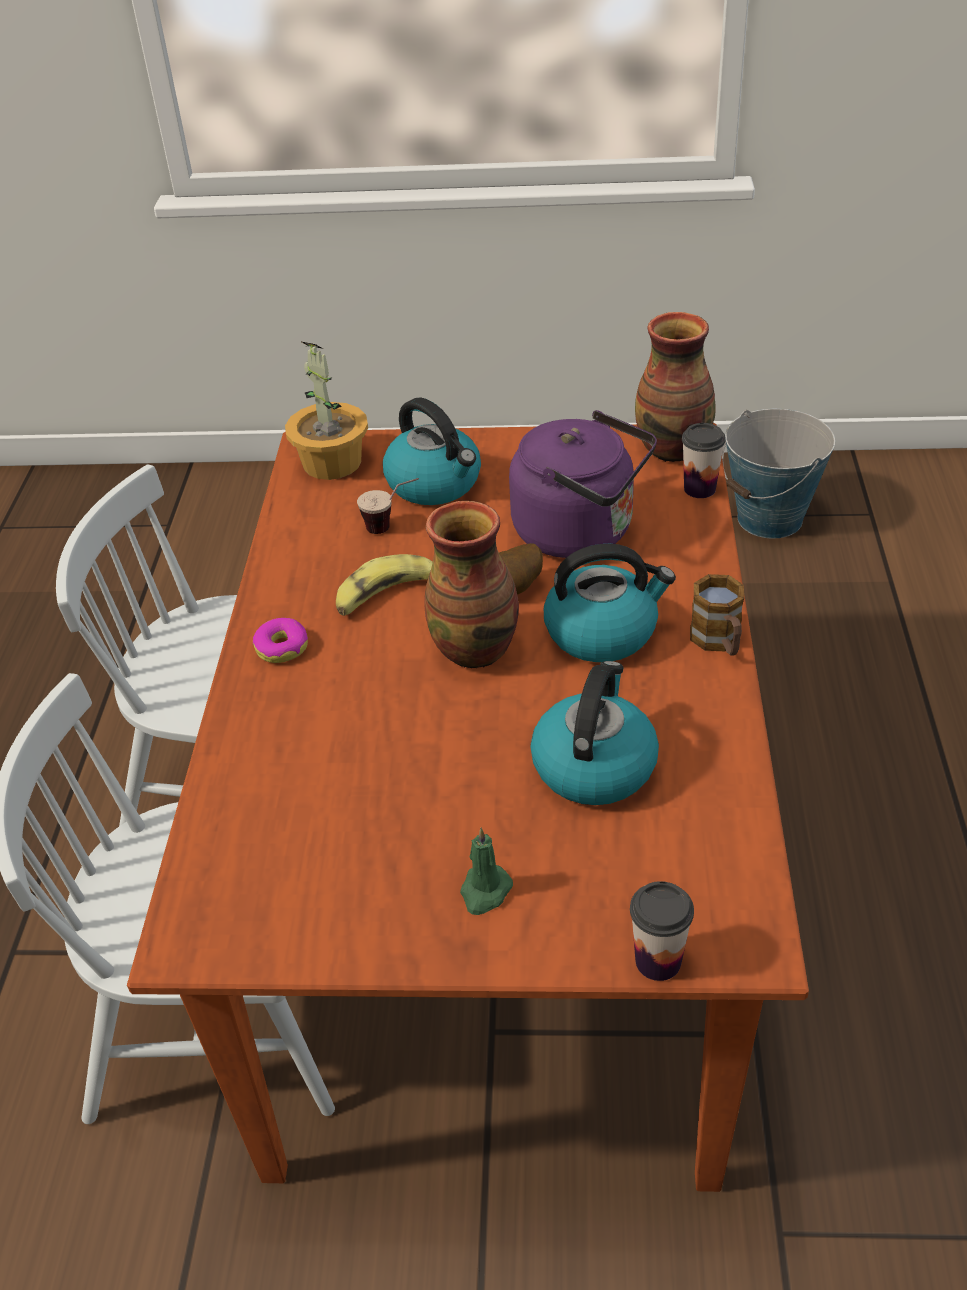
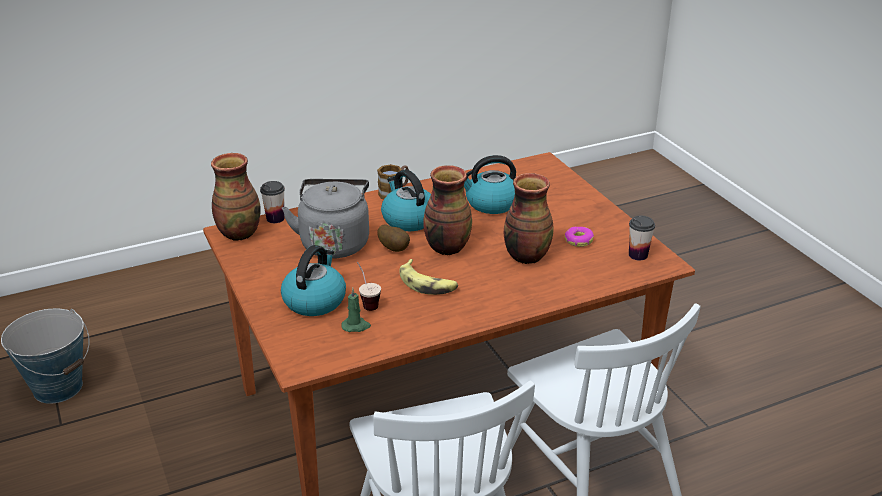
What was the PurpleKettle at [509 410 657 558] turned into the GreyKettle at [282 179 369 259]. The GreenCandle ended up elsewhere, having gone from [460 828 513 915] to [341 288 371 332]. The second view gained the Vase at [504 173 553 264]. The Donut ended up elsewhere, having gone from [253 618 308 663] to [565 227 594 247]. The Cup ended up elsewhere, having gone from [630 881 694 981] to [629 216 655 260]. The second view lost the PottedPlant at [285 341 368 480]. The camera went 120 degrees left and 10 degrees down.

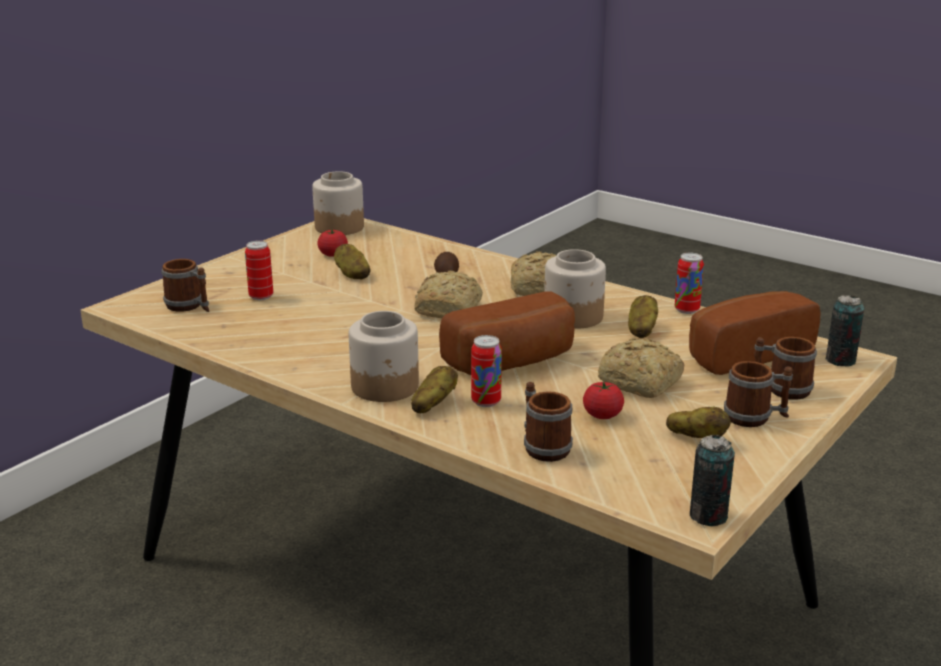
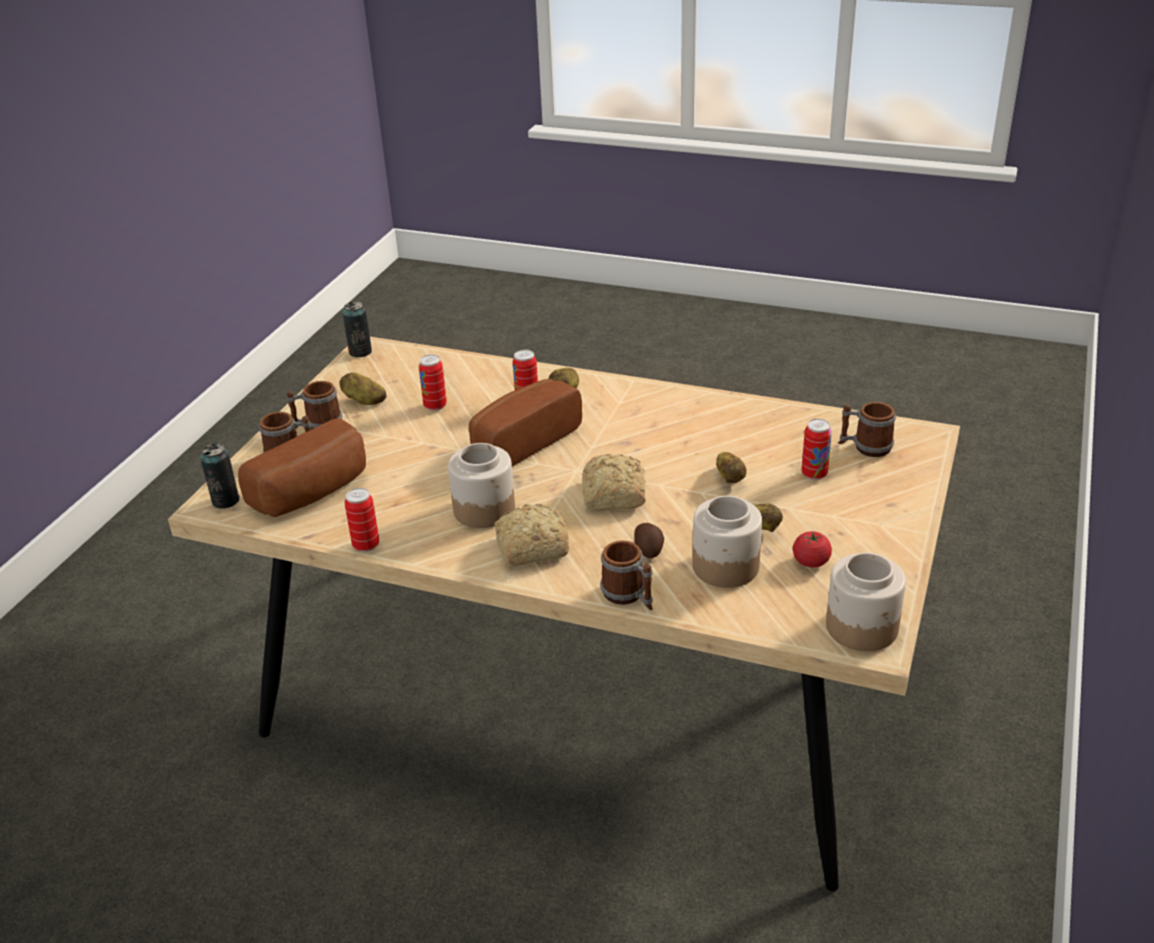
Where the Tomato stood at [583 381 624 419], the Can came to stand at [419 355 447 411]. The Mug ended up elsewhere, having gone from [524 382 573 462] to [600 540 653 610]. The Jar ended up elsewhere, having gone from [349 311 419 402] to [692 496 762 588]. The Potato ended up elsewhere, having gone from [628 295 658 338] to [716 452 747 484]. The second view lost the Bread at [598 338 684 398]. The camera went 165 degrees right and 10 degrees up.

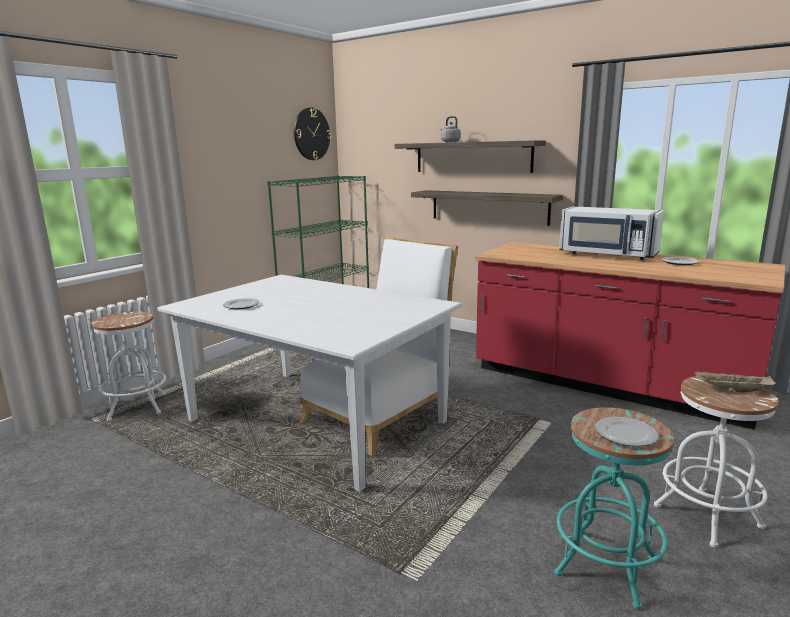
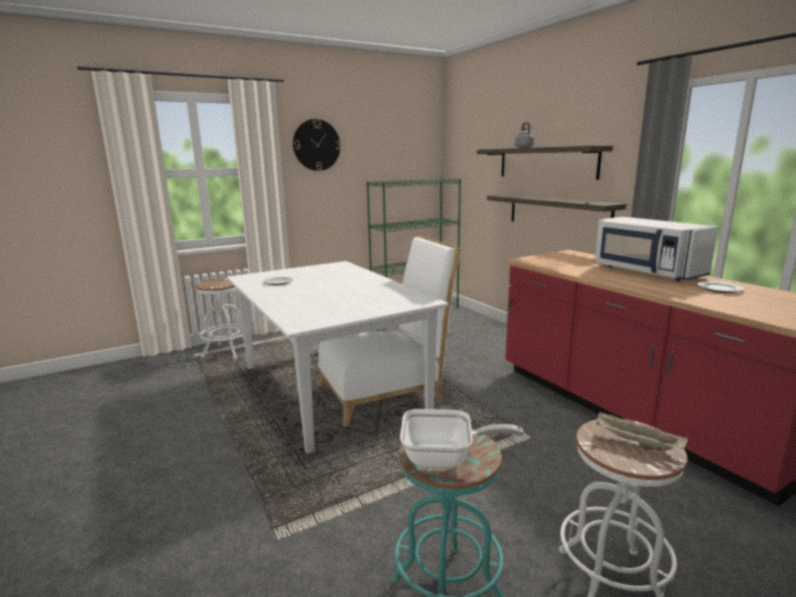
The WallClock ended up elsewhere, having gone from [294 108 331 160] to [293 119 341 171]. Where the Plate stood at [595 417 658 446], the FryingPan came to stand at [400 409 524 468]. The camera went 25 degrees right and 0 degrees up.

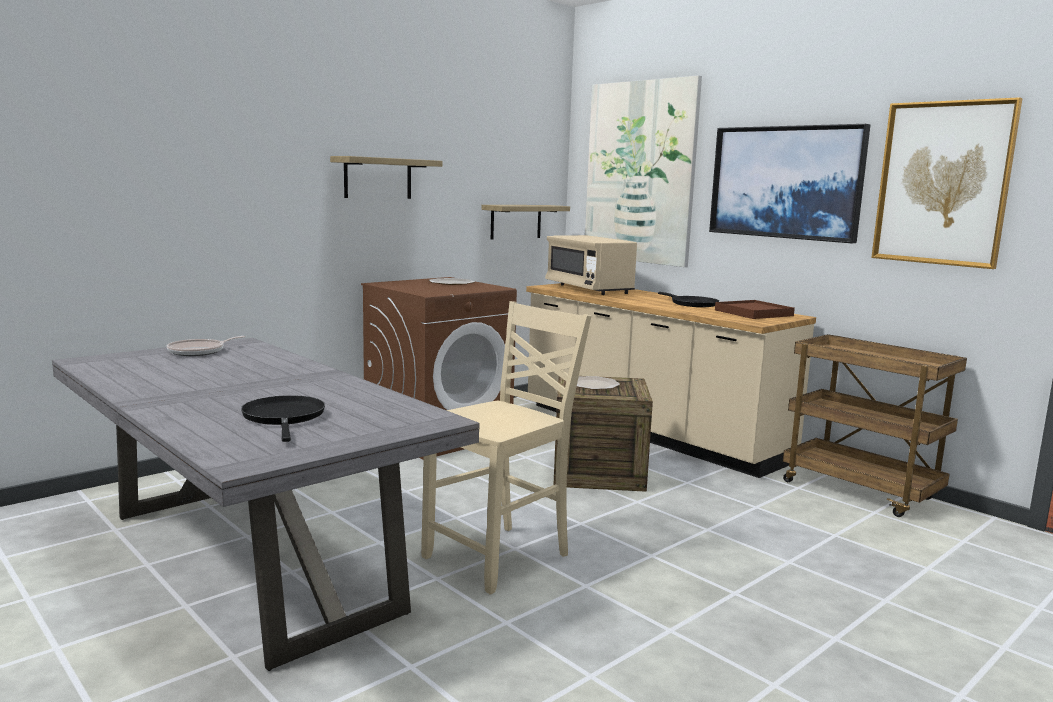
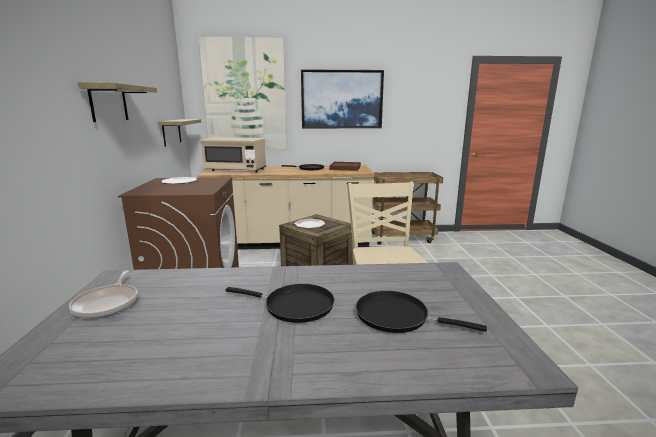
The second view gained the BlackFryingPan at [225 284 334 323]. The second view lost the Picture at [871 97 1022 269]. The camera went 50 degrees left and 5 degrees up.

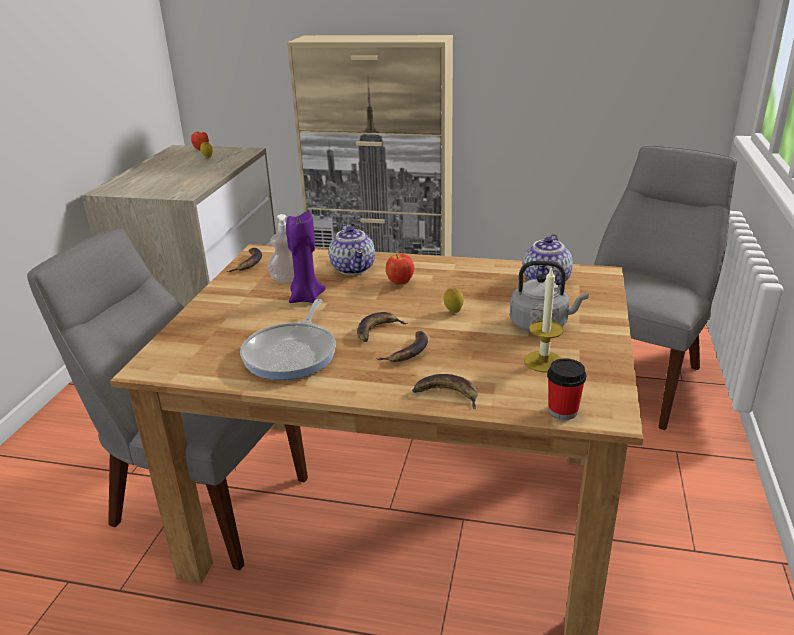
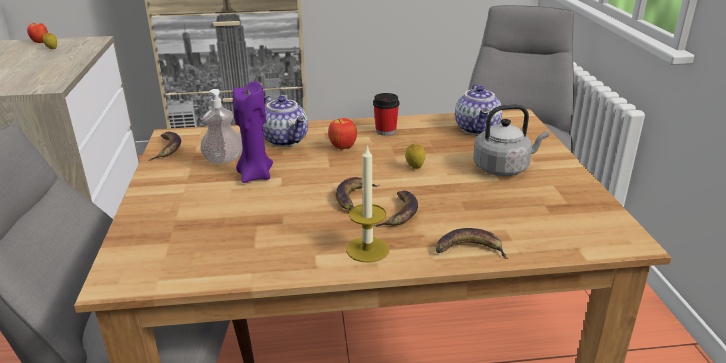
The Candle ended up elsewhere, having gone from [524 266 564 373] to [346 146 389 262]. The Cup ended up elsewhere, having gone from [547 358 586 420] to [373 93 400 136]. The second view lost the FryingPan at [240 299 336 380]. The camera went 20 degrees left and 0 degrees up.

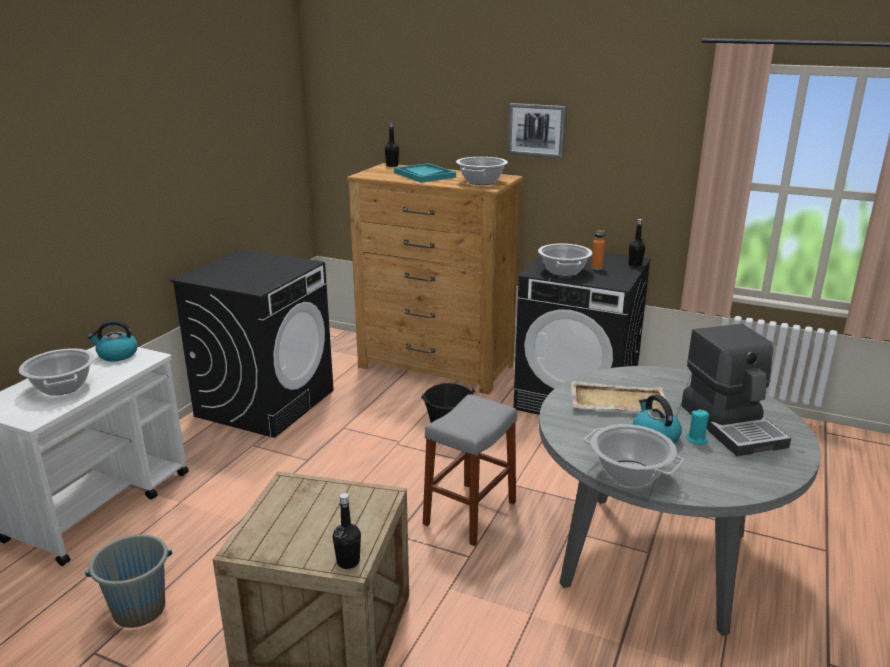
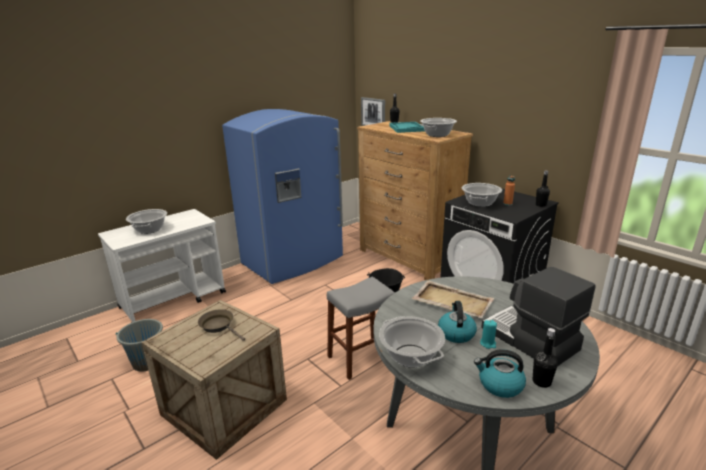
The second view gained the BrownFryingPan at [198 309 245 341]. Where the BlackWashingMachine stood at [170 249 334 438], the BlueFridge came to stand at [222 109 343 284]. The Picture ended up elsewhere, having gone from [508 103 566 158] to [361 97 385 126]. The Kettle ended up elsewhere, having gone from [87 320 138 361] to [474 349 526 398]. The CoffeeMachine at [681 324 791 456] ended up facing another way, 135 degrees clockwise from before. The BlackBottle ended up elsewhere, having gone from [333 493 361 569] to [533 328 558 388]. The camera went 25 degrees right and 0 degrees up.

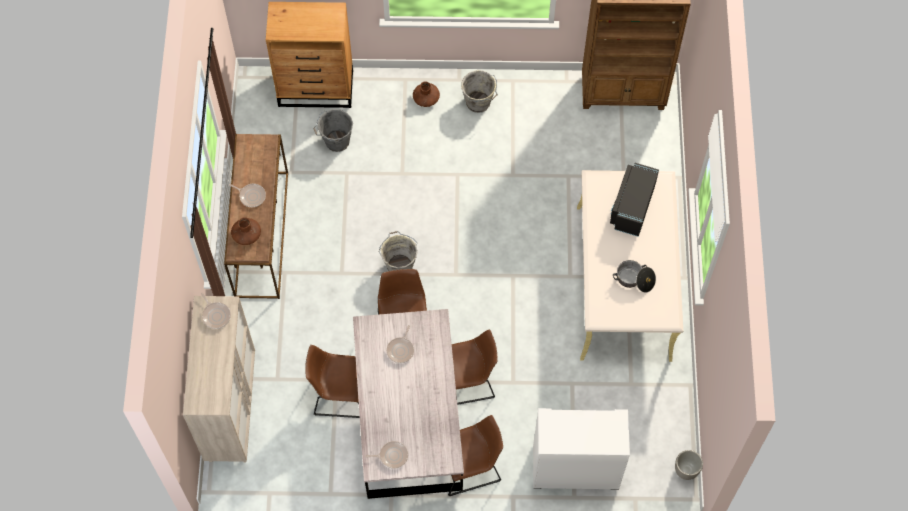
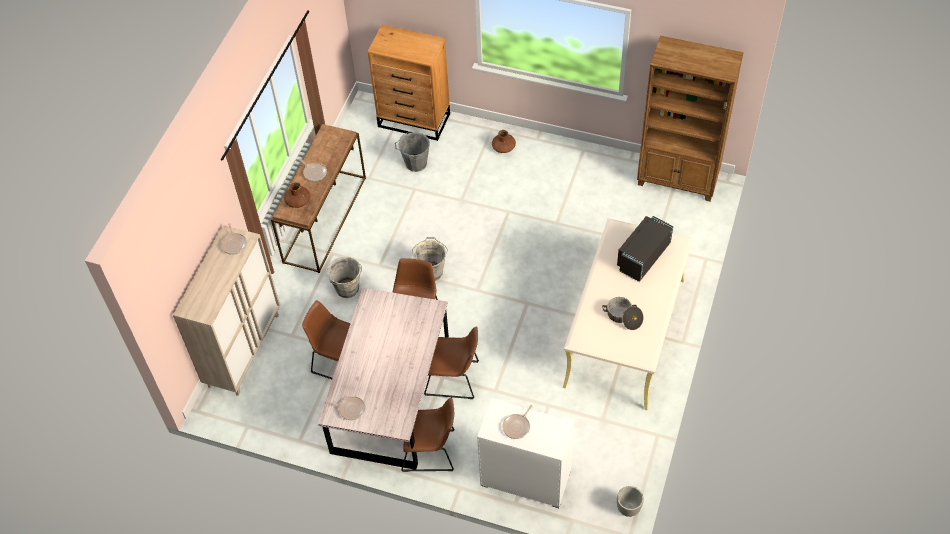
The GreyBucket ended up elsewhere, having gone from [461 70 498 113] to [327 257 362 298]. The FryingPan ended up elsewhere, having gone from [387 325 414 363] to [502 405 533 439]. The camera went 20 degrees right and 10 degrees down.

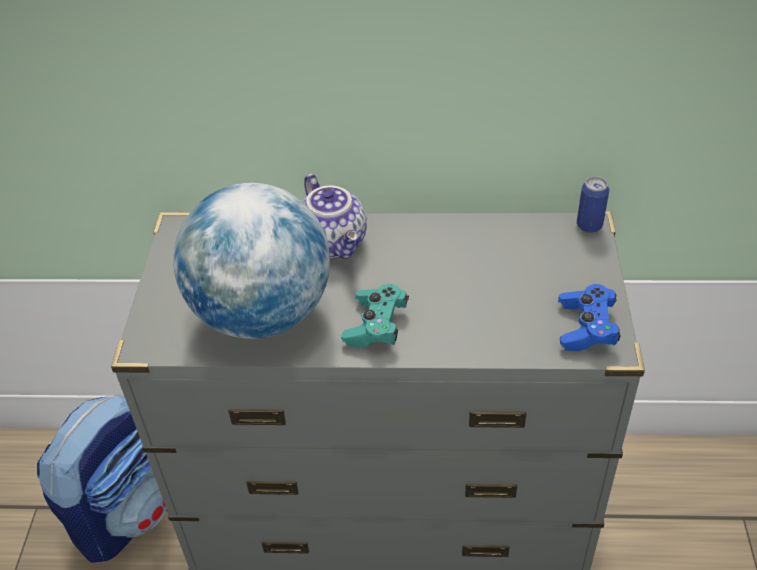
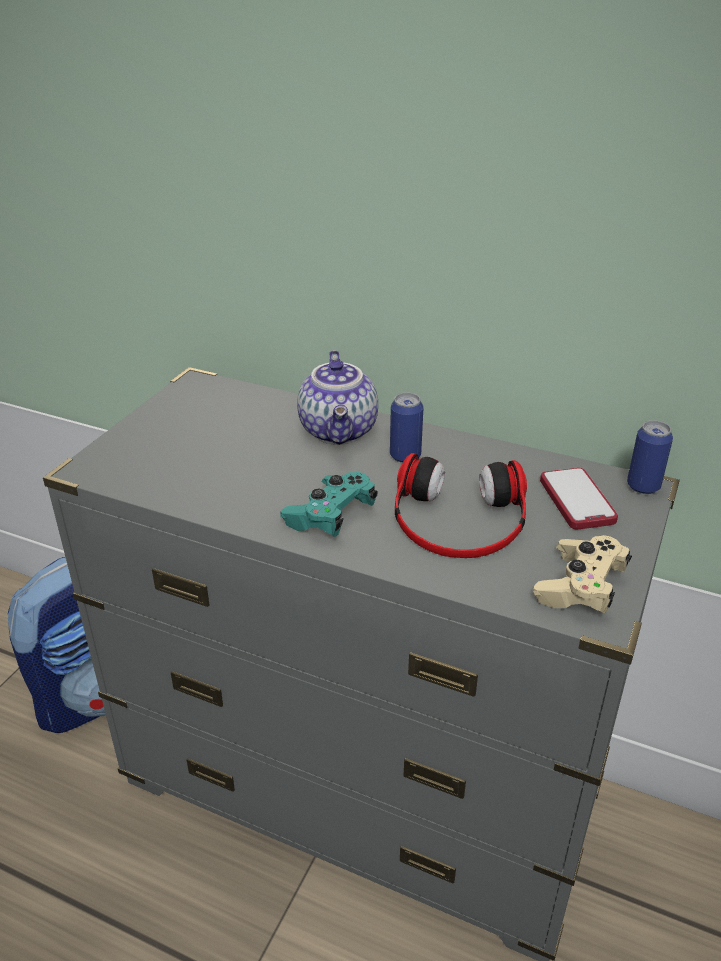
The second view gained the Can at [390 392 424 463]. The second view gained the Headphones at [395 453 527 558]. What was the BlueGameController at [558 284 621 351] turned into the BeigeGameController at [533 535 632 613]. The second view gained the Phone at [540 468 618 530]. The second view lost the Globe at [173 183 330 339]. The camera went 20 degrees right and 10 degrees down.

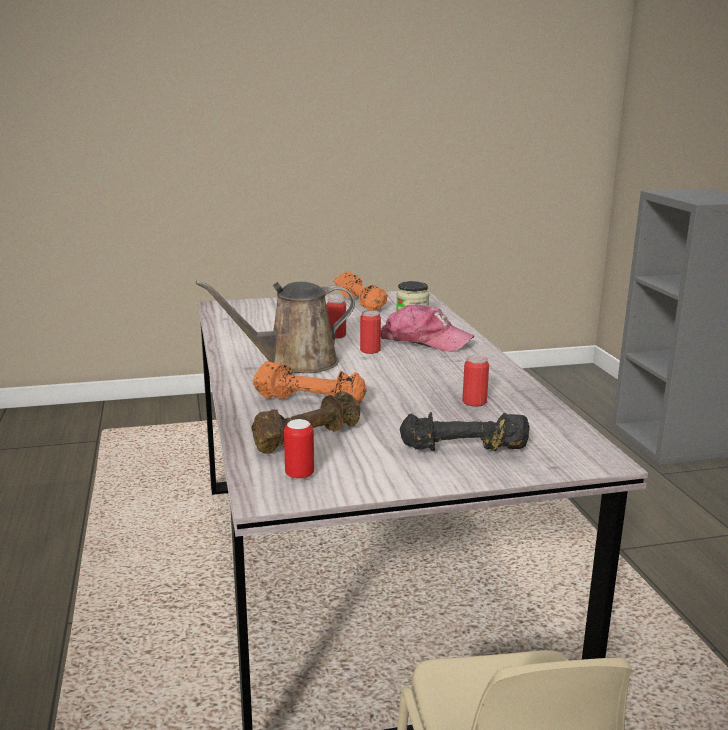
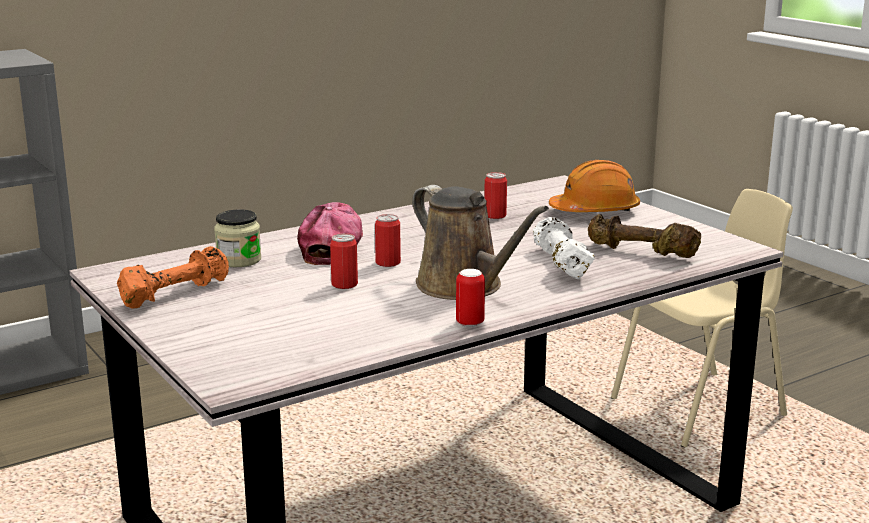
The Can ended up elsewhere, having gone from [284 419 314 480] to [456 269 485 327]. What was the OrangeDumbbell at [253 361 367 404] turned into the WhiteDumbbell at [533 217 595 279]. Where the BlackDumbbell stood at [399 412 530 451], the OrangeHardHat came to stand at [549 160 640 212]. The camera went 110 degrees left and 0 degrees up.

